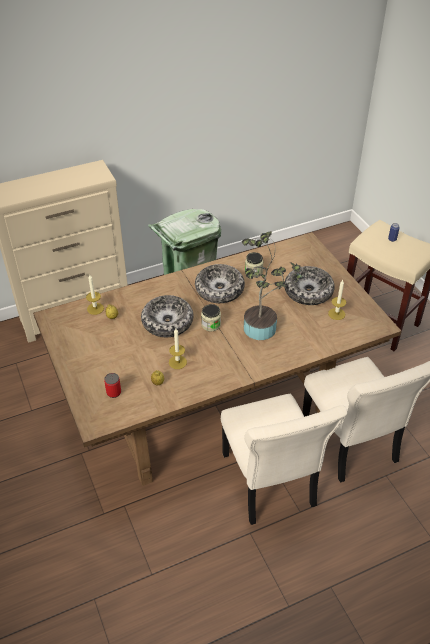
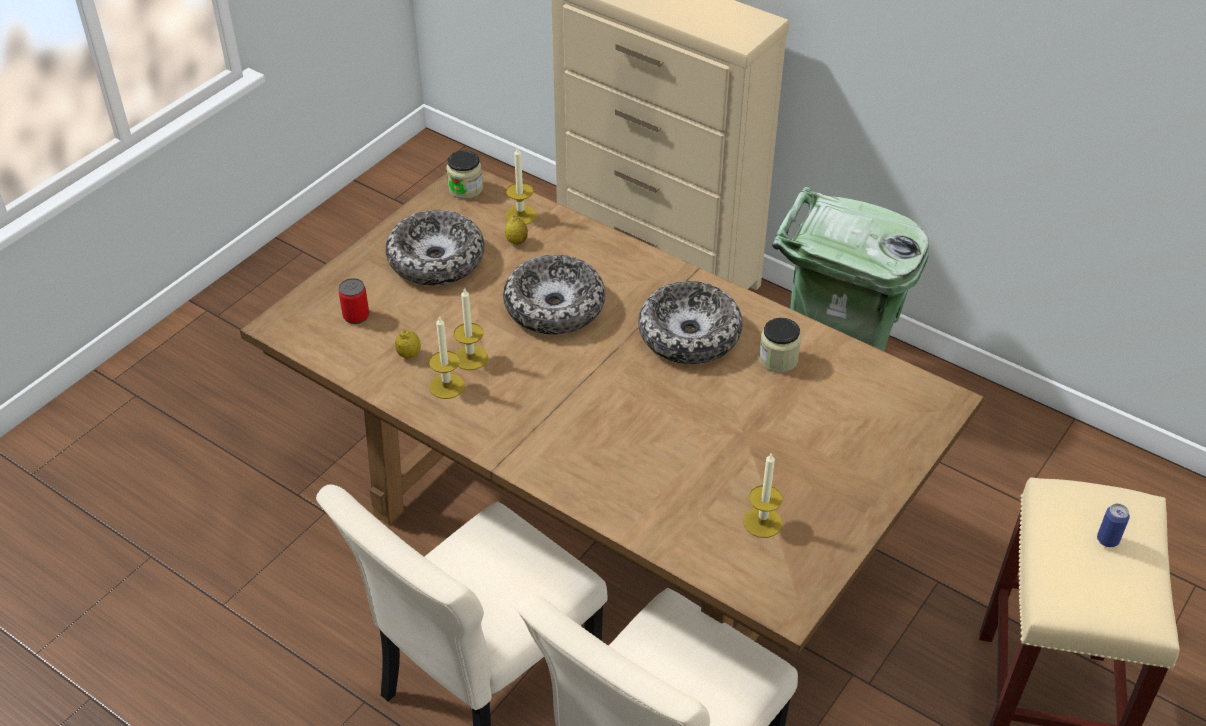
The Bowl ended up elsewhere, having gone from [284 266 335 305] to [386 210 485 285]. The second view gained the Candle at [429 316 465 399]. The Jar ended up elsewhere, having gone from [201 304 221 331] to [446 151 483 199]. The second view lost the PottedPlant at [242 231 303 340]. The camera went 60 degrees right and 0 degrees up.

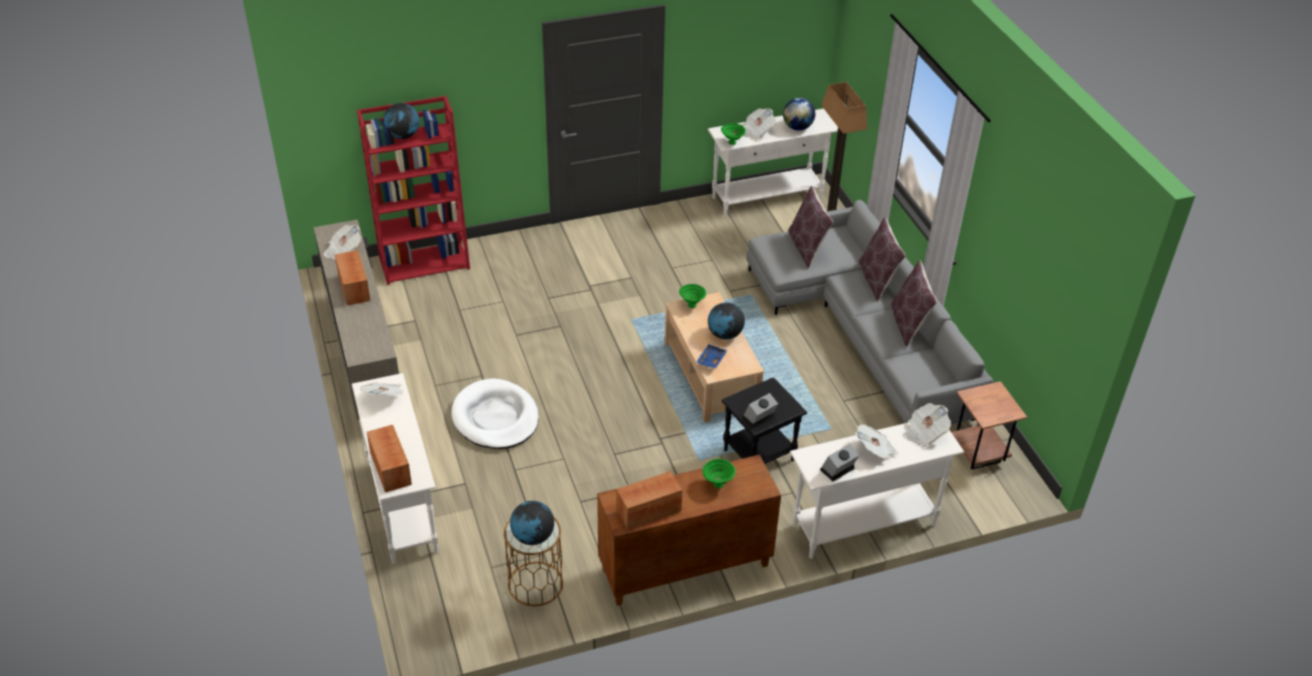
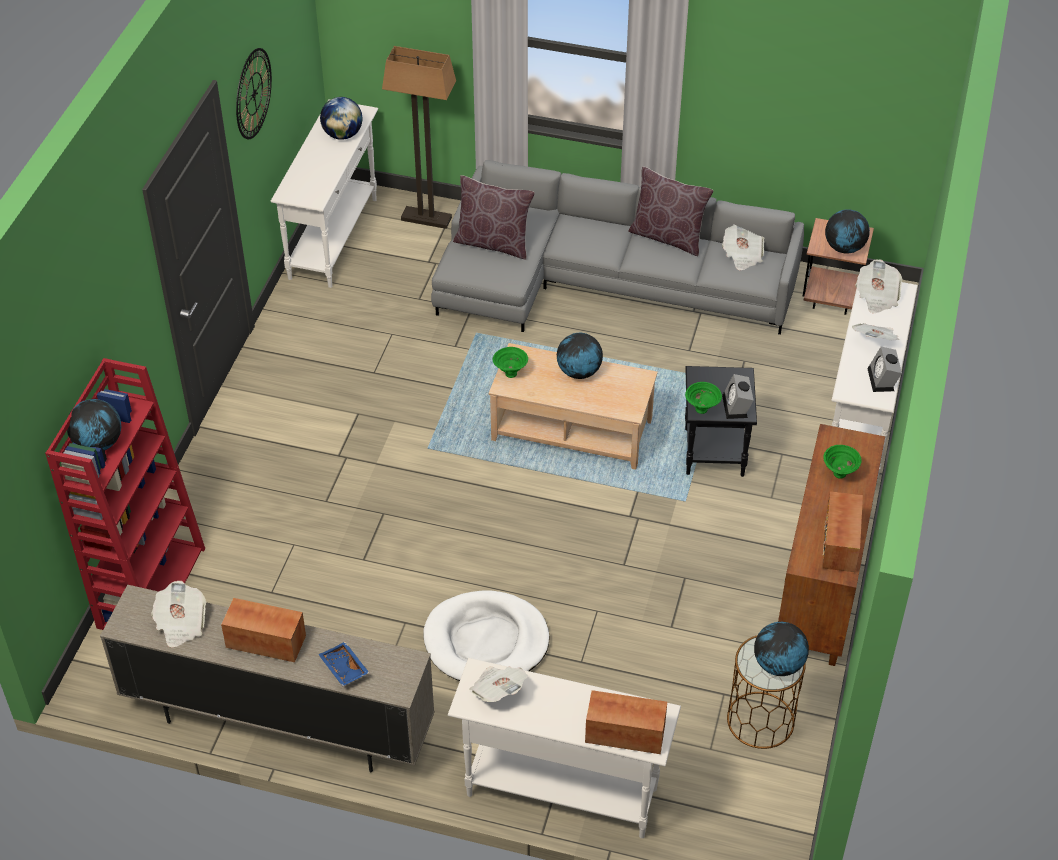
The second view gained the WallClock at [236 48 272 139]. The BlueTray ended up elsewhere, having gone from [696 344 728 369] to [318 642 369 686]. The GreenBowl ended up elsewhere, having gone from [721 123 746 145] to [685 382 722 414]. The Newspaper ended up elsewhere, having gone from [743 108 776 140] to [722 225 764 270]. The second view gained the Globe at [825 209 870 254]. The second view lost the BrownPillow at [859 217 905 301]. The camera went 55 degrees left and 5 degrees up.

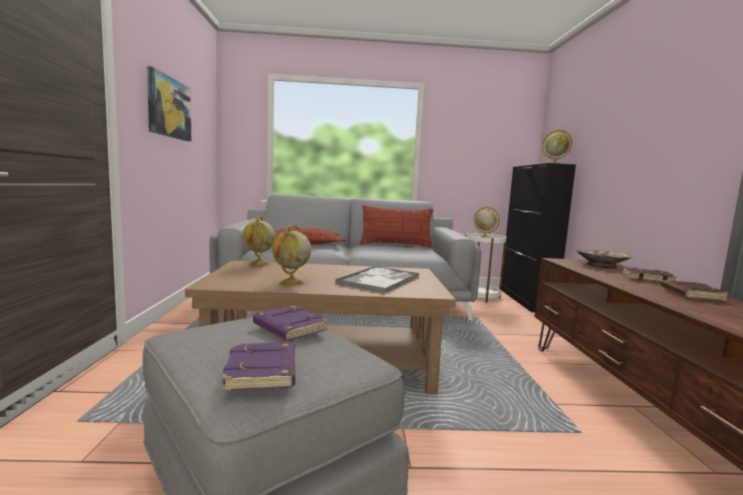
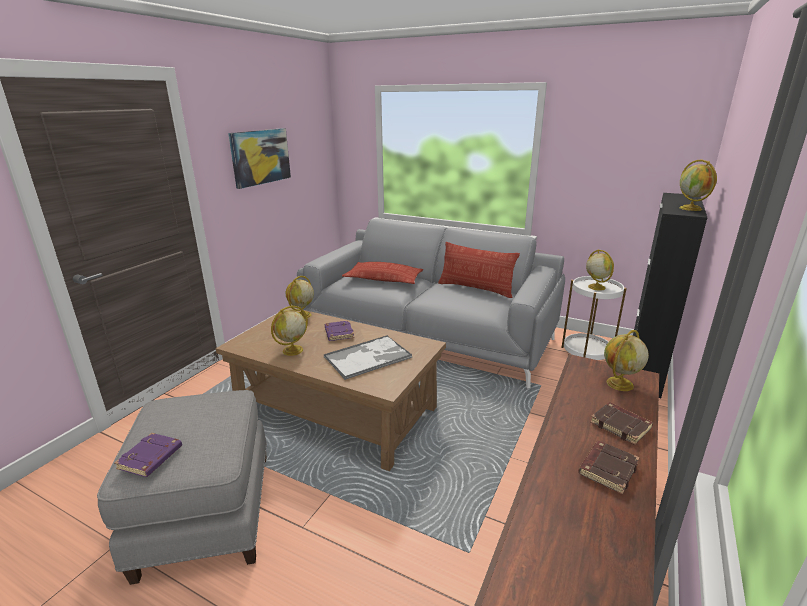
The PurpleBook ended up elsewhere, having gone from [253 306 328 341] to [325 320 354 341]. Where the BeigeBowl stood at [576 250 632 268], the Globe came to stand at [604 330 649 391]. The camera went 30 degrees right and 15 degrees up.

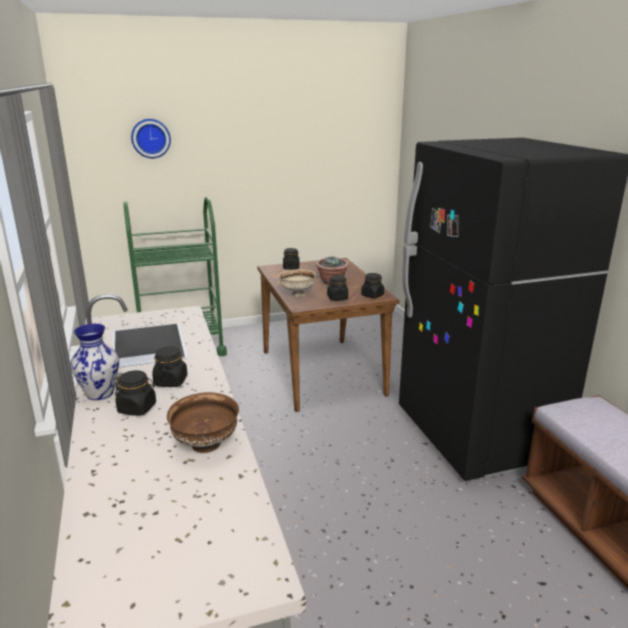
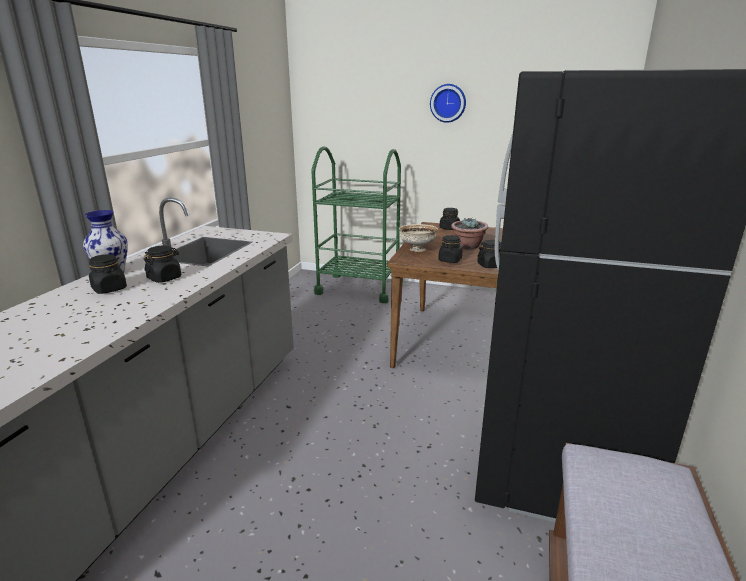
The WallClock ended up elsewhere, having gone from [131 119 171 158] to [430 84 466 123]. The second view lost the BrownBowl at [167 392 239 453]. The camera went 35 degrees right and 0 degrees up.

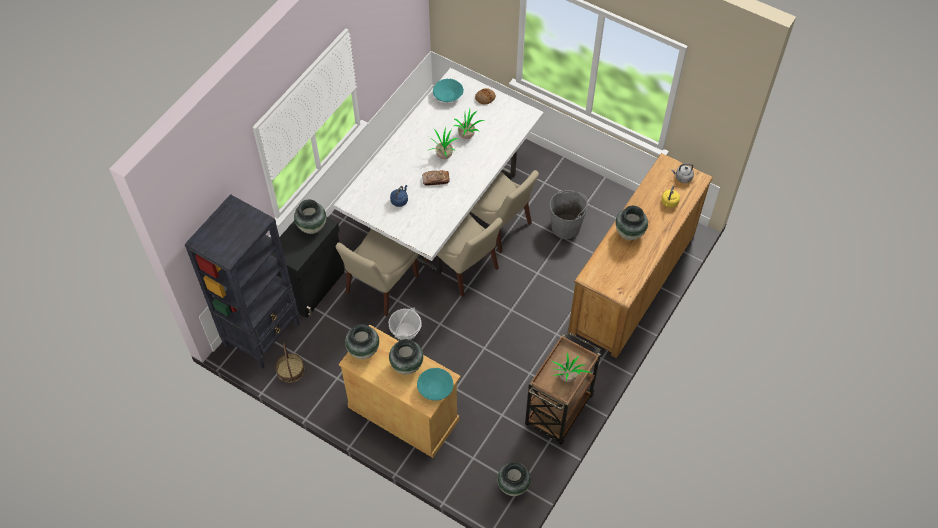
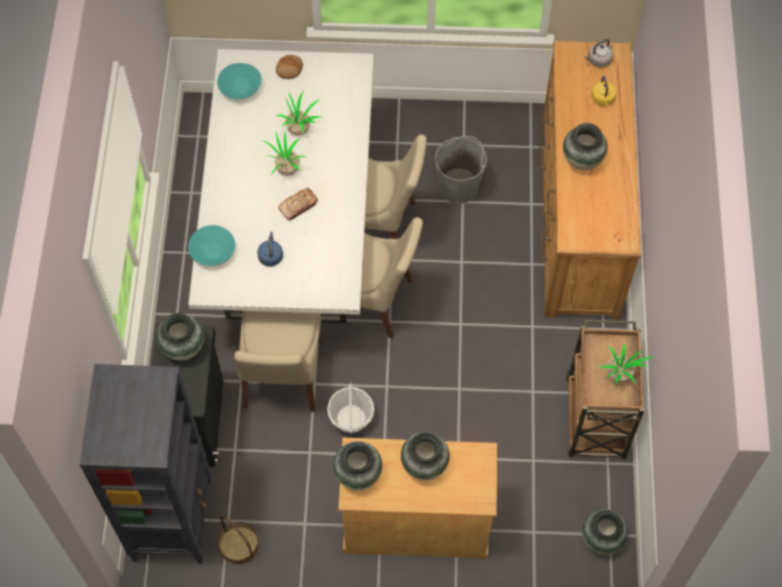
The TurquoiseBowl ended up elsewhere, having gone from [417 368 454 401] to [188 225 235 266]. The camera went 30 degrees left and 5 degrees up.

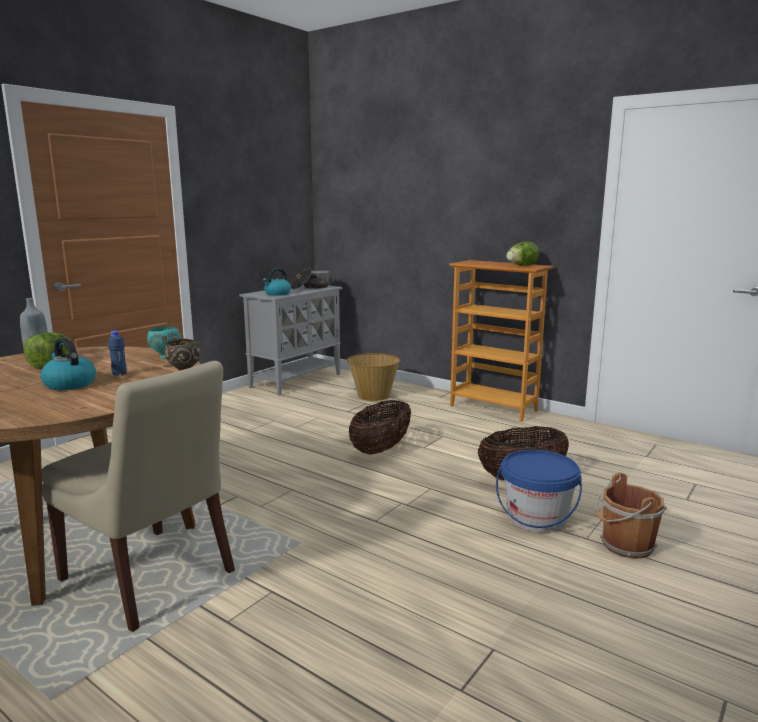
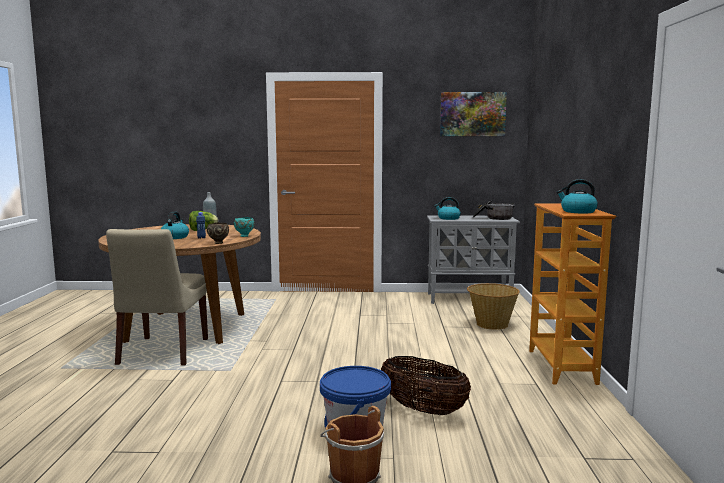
The second view gained the Picture at [440 92 507 136]. Where the Lettuce stood at [506 242 539 266], the Kettle came to stand at [557 179 598 214]. The second view lost the Basket at [348 400 411 455]. The camera went 55 degrees right and 5 degrees down.

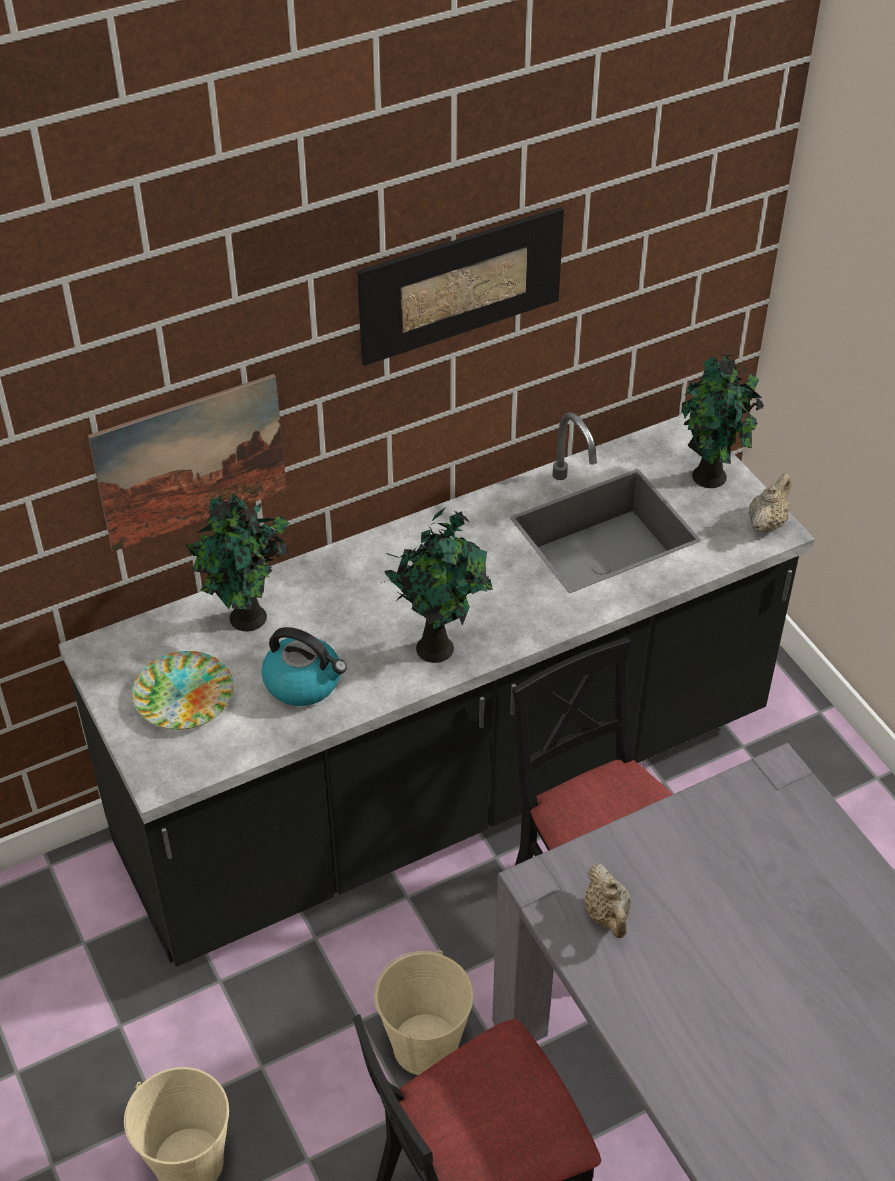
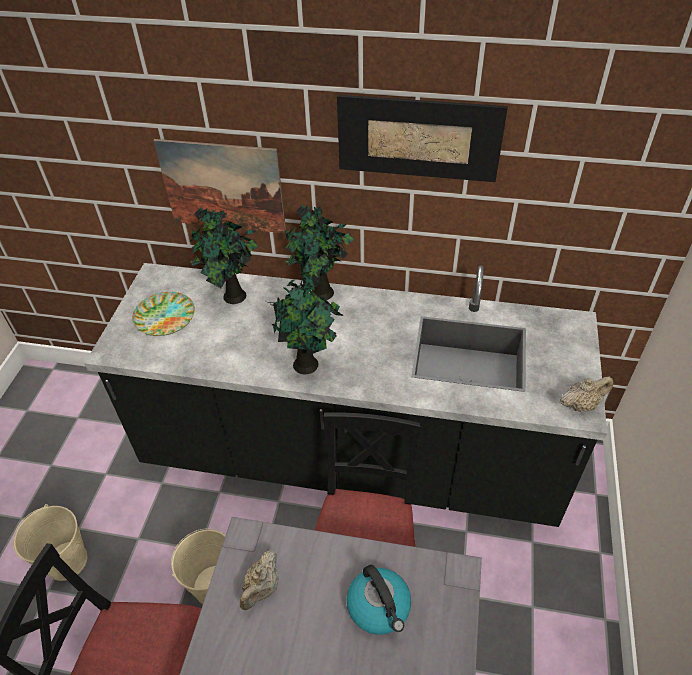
The PottedPlant ended up elsewhere, having gone from [681 354 764 488] to [285 205 354 300]. The Kettle ended up elsewhere, having gone from [261 627 347 706] to [346 565 411 635]. The camera went 40 degrees right and 0 degrees up.

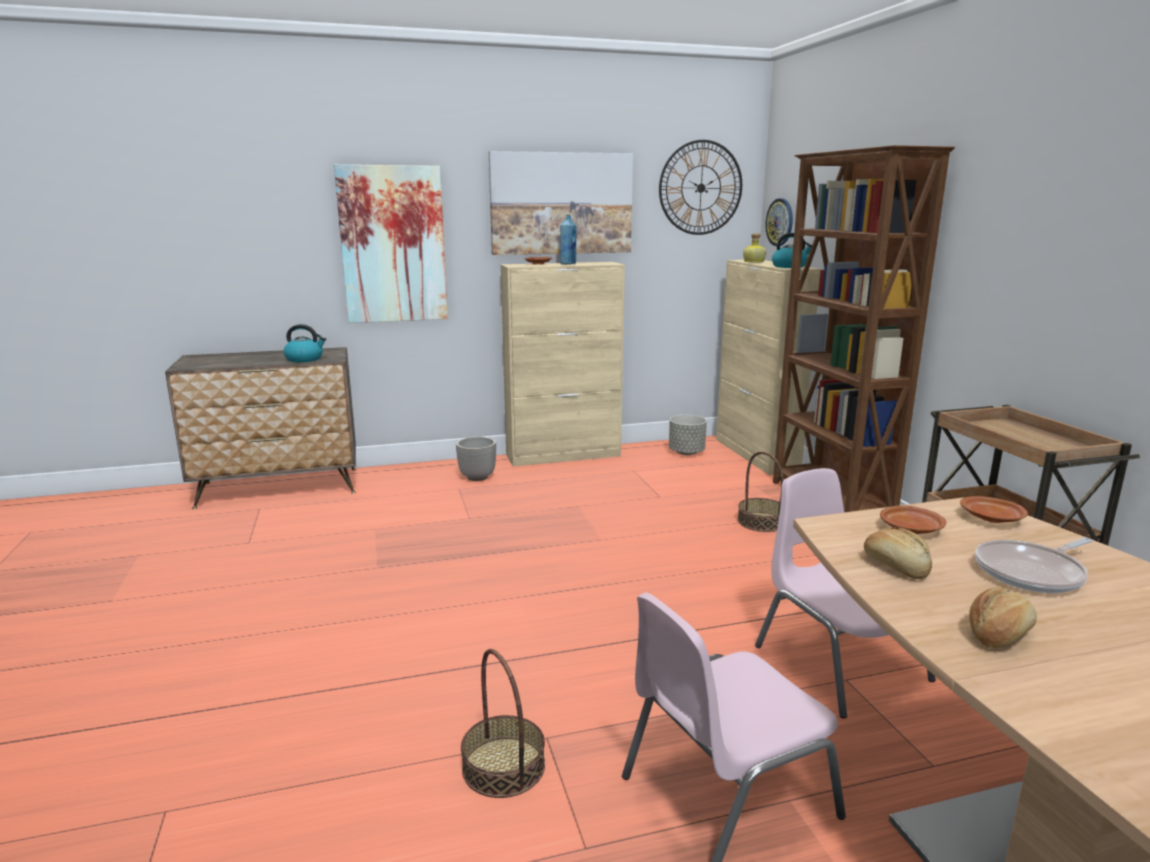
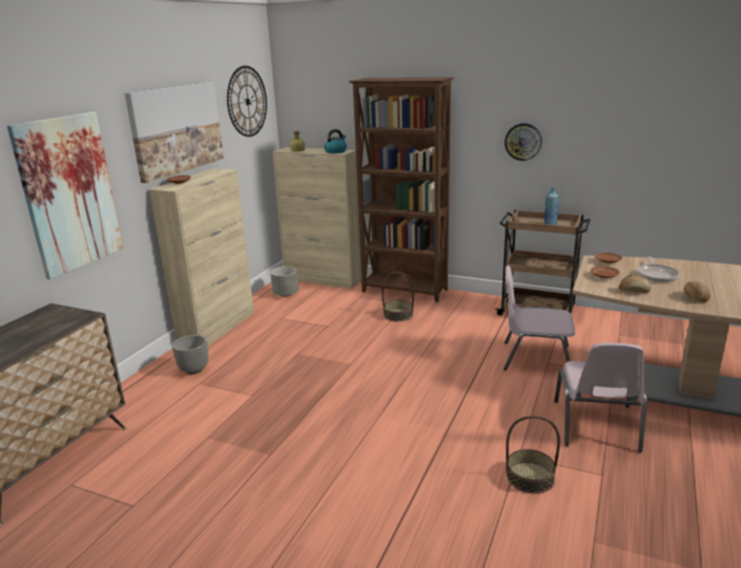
The WallClock ended up elsewhere, having gone from [765 198 793 246] to [504 123 542 161]. The BlueBottle ended up elsewhere, having gone from [560 215 576 264] to [544 188 559 225]. The second view lost the Kettle at [284 324 326 362]. The camera went 50 degrees left and 5 degrees up.

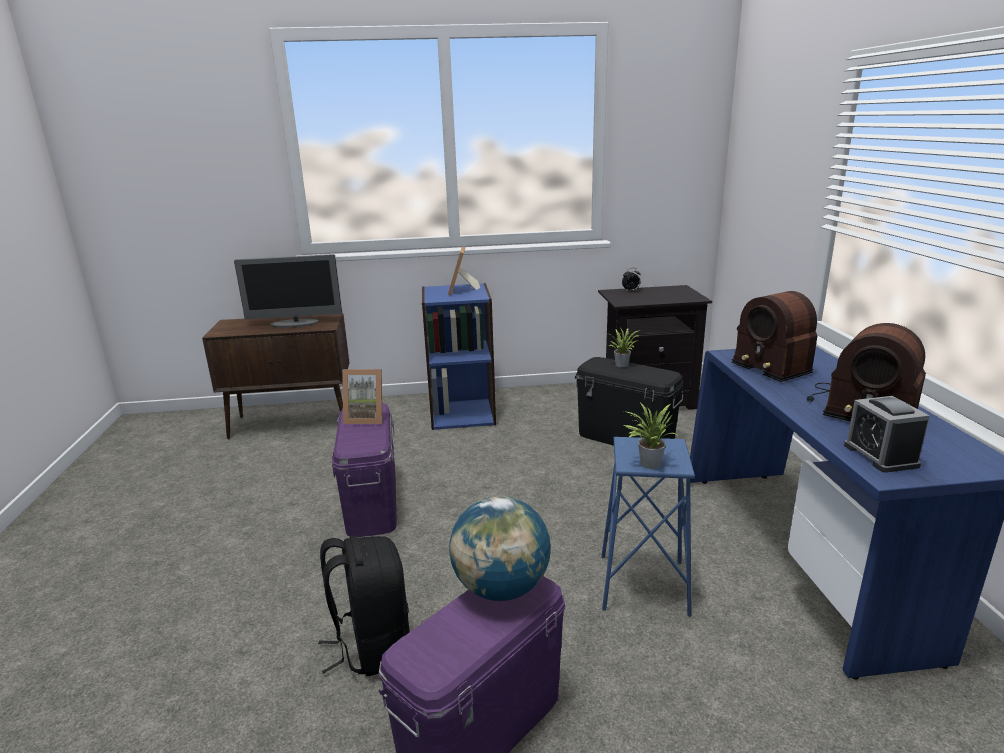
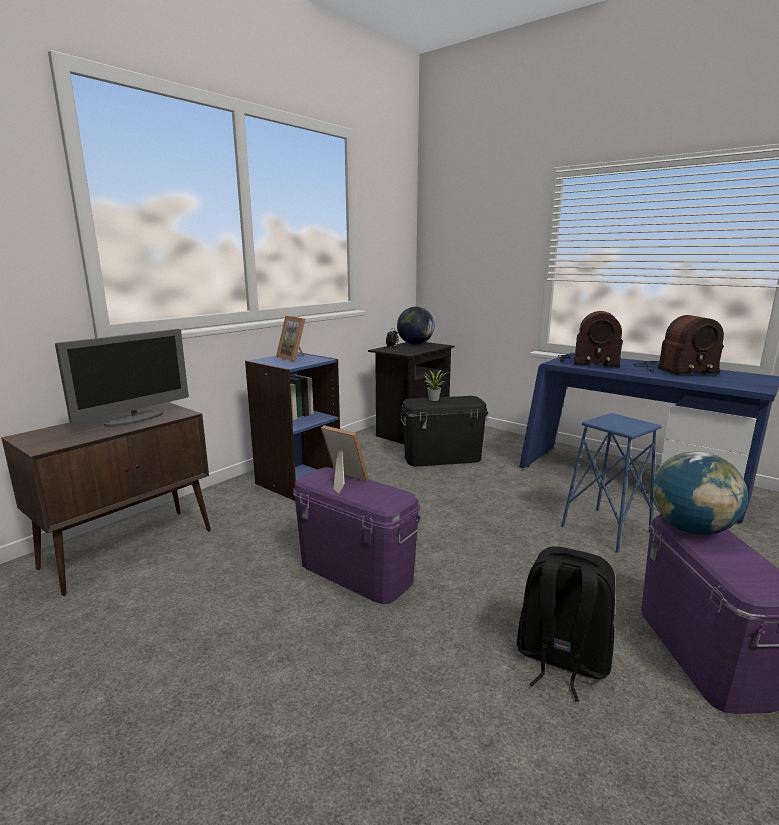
The PictureFrame at [342 369 383 424] ended up facing another way, 105 degrees counterclockwise from before. The second view gained the Globe at [397 307 434 345]. The second view lost the PottedPlant at [624 403 676 469]. The second view lost the AlarmClock at [844 396 930 473]. The camera went 45 degrees left and 5 degrees down.

